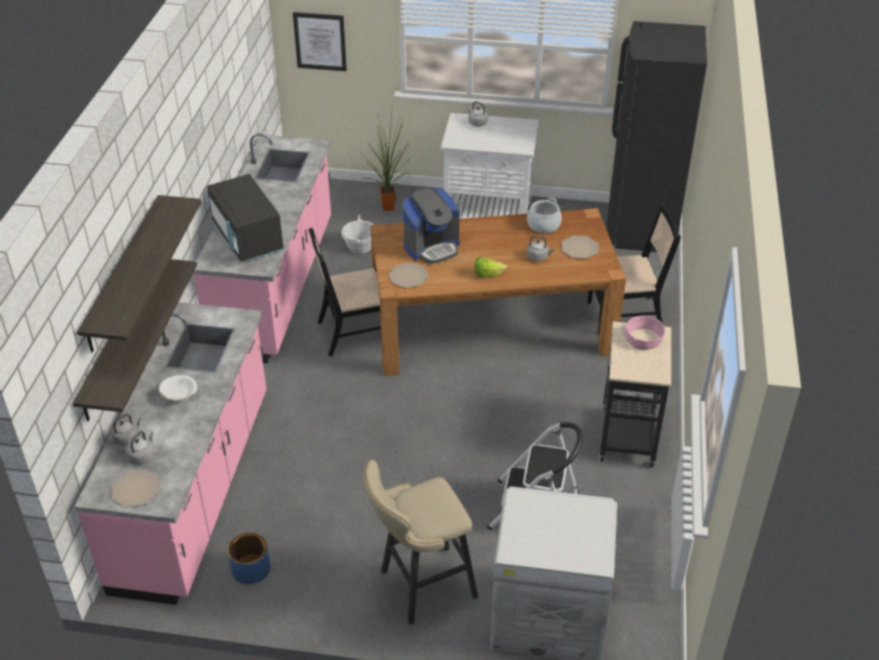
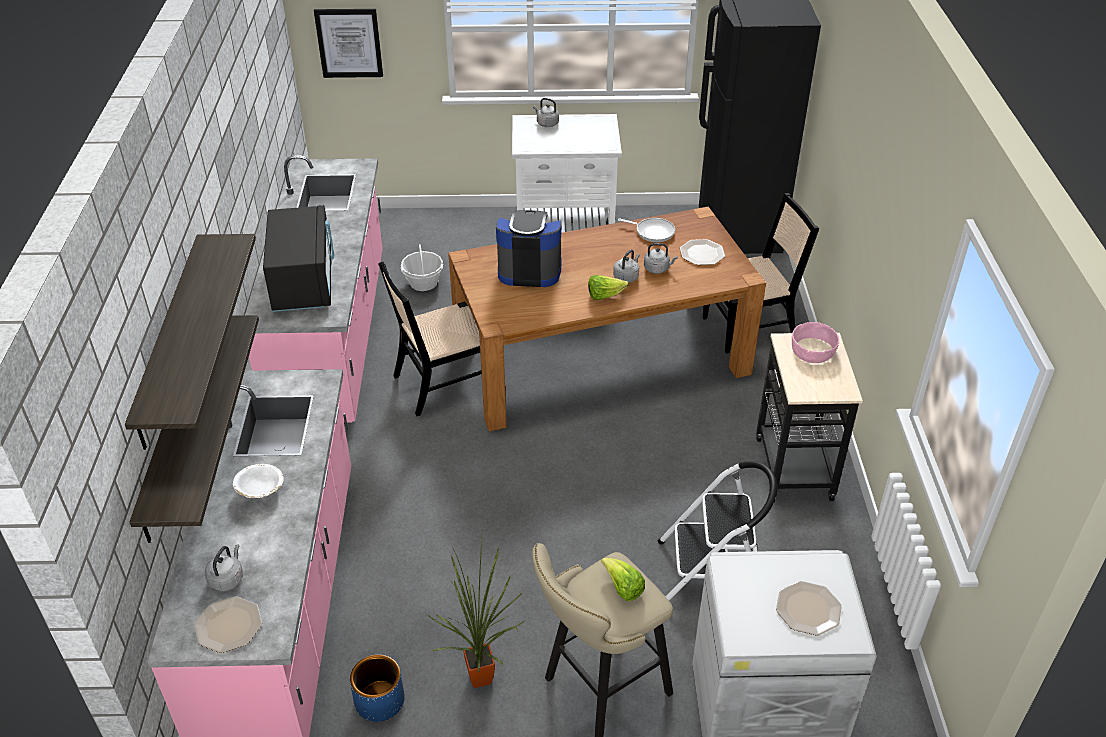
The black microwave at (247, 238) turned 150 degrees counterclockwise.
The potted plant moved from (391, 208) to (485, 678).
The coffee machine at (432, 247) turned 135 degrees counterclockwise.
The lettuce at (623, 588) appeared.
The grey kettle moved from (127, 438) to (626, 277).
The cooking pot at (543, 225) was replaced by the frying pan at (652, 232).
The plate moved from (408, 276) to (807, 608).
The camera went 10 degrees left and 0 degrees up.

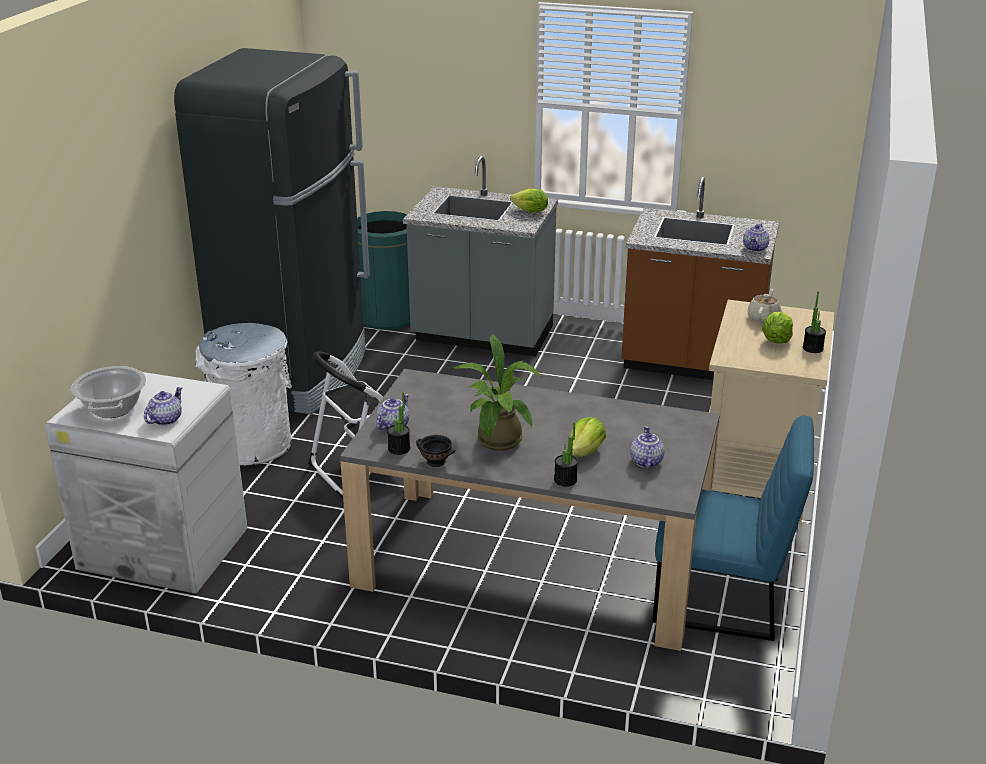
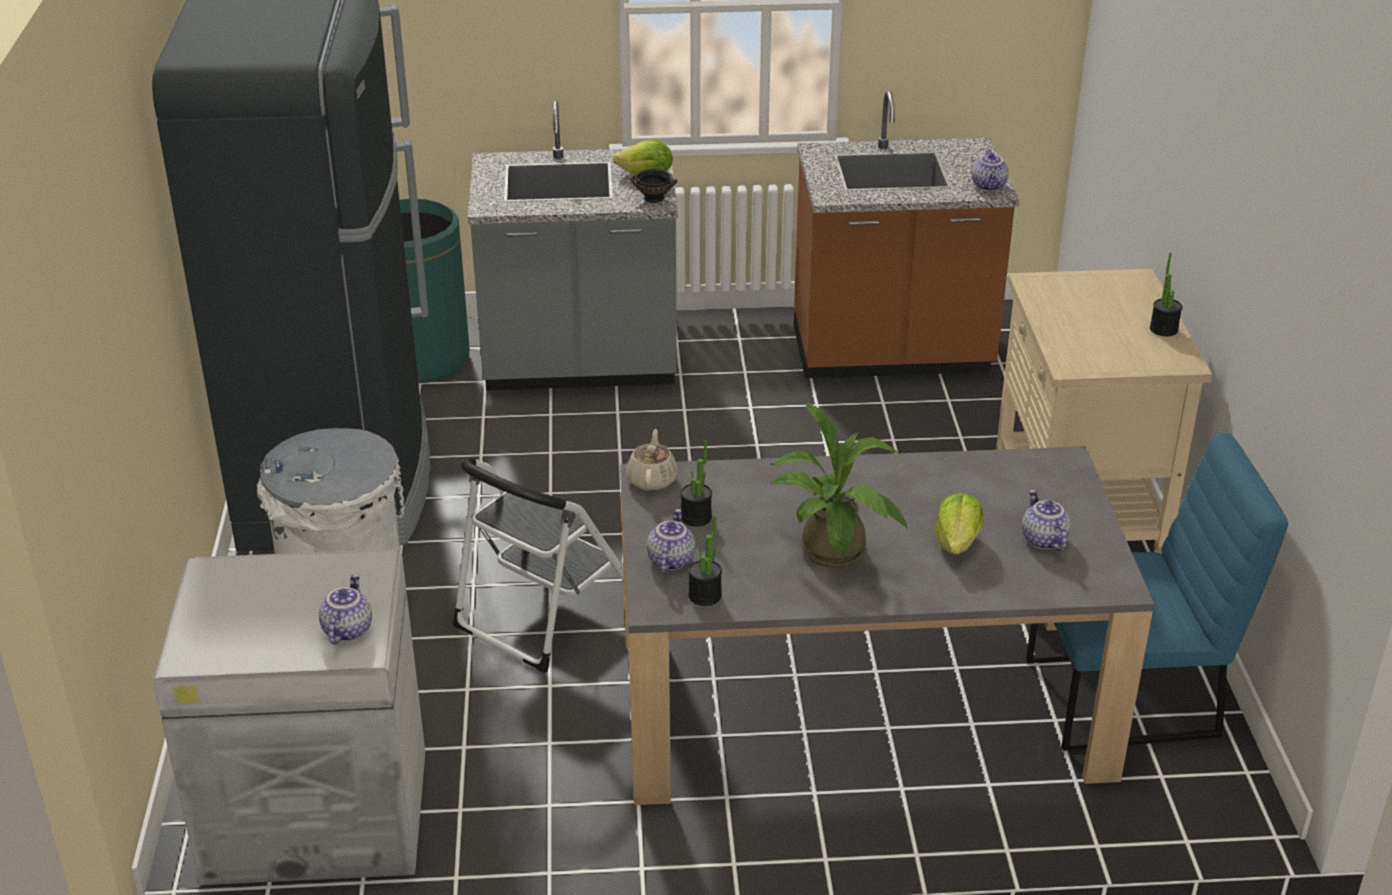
The beige teapot moved from (763, 318) to (652, 479).
The black bowl moved from (436, 462) to (654, 198).
The potted plant moved from (565, 480) to (696, 517).
The cooking pot at (112, 408) disappeared.
The lettuce at (776, 340) disappeared.
The camera went 20 degrees left and 5 degrees up.

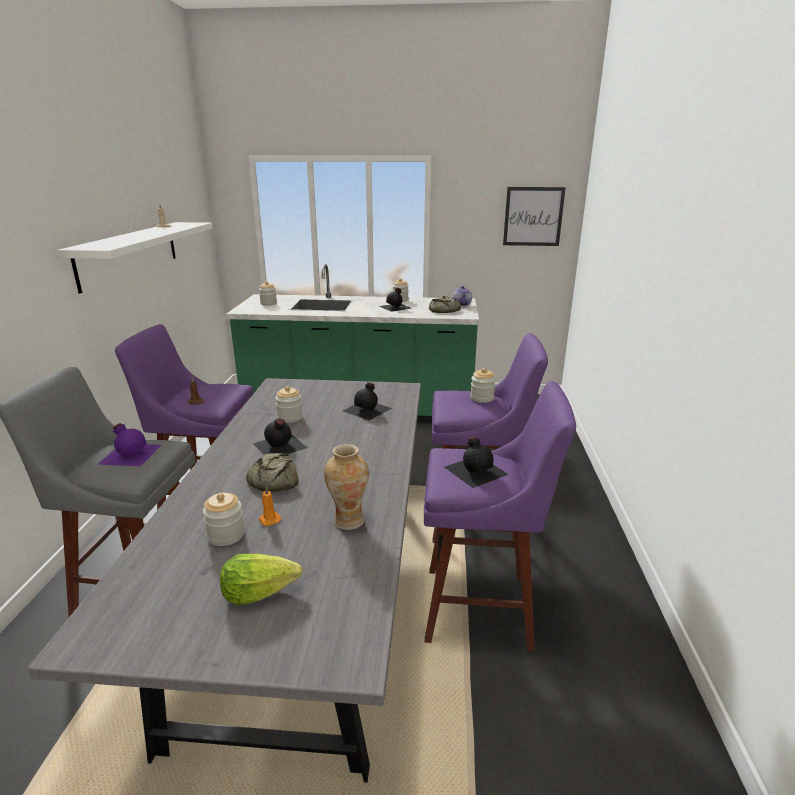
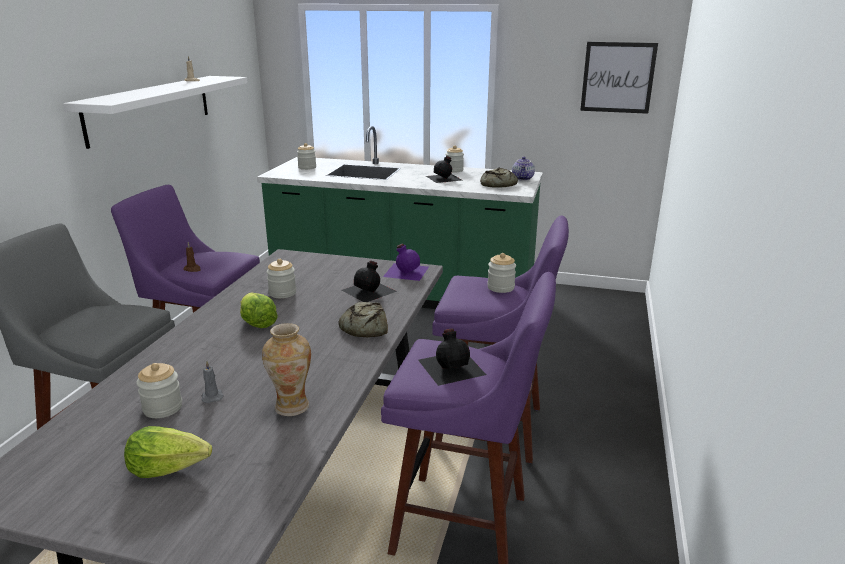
The orange candle at (269, 519) became the grey candle at (212, 396).
The black bottle at (279, 446) was replaced by the lettuce at (257, 322).
The bread moved from (273, 480) to (364, 327).
The purple bottle moved from (130, 453) to (405, 271).
The camera went 10 degrees right and 0 degrees up.

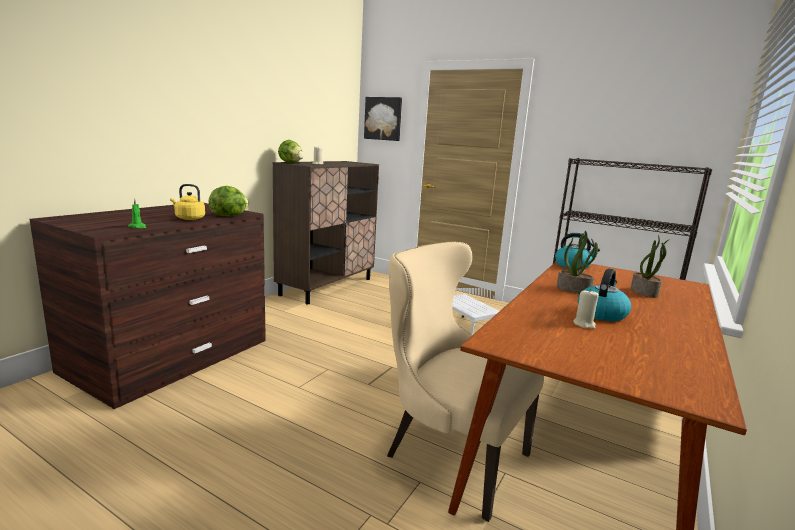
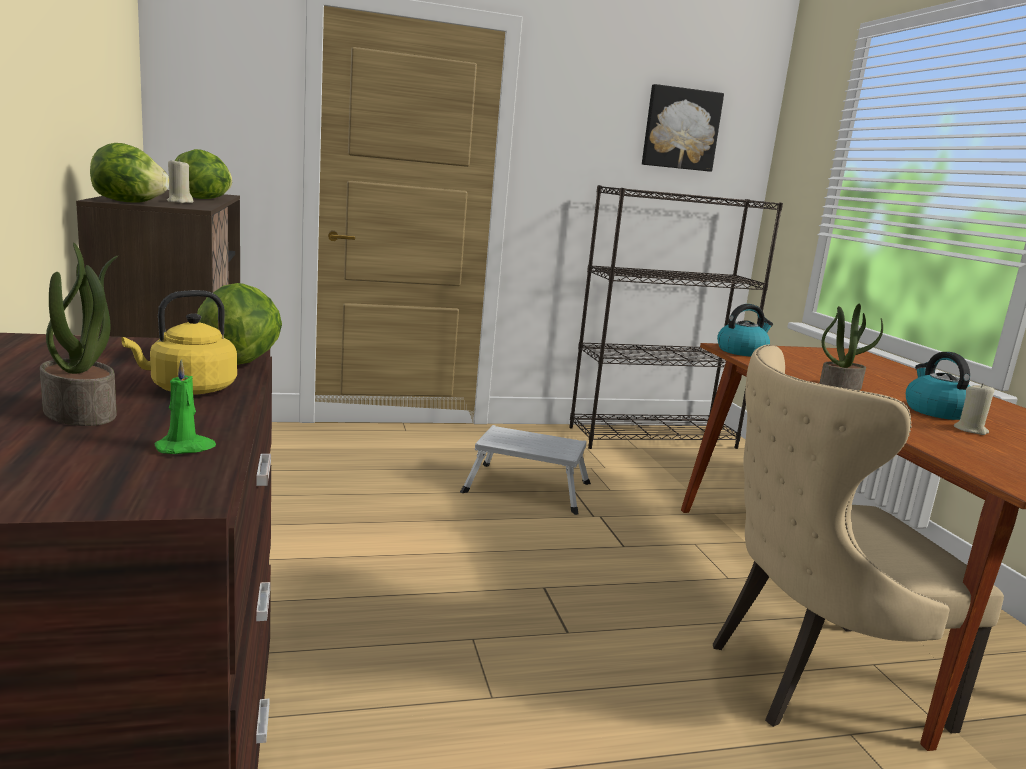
The potted plant moved from (644, 292) to (82, 413).
The lettuce at (204, 199) appeared.
The picture moved from (383, 118) to (680, 129).
The camera went 45 degrees left and 0 degrees up.

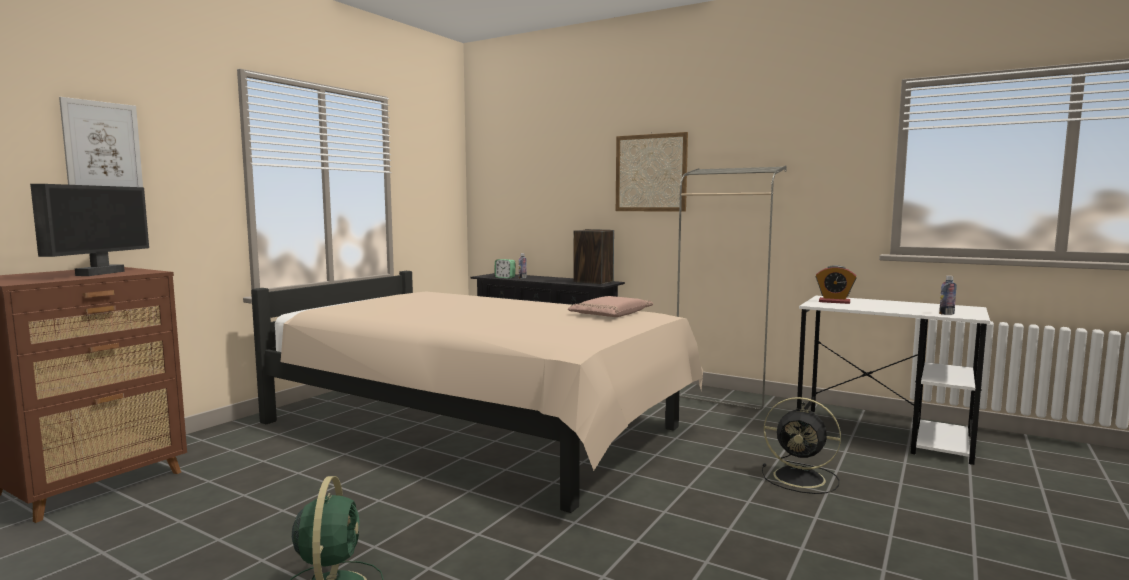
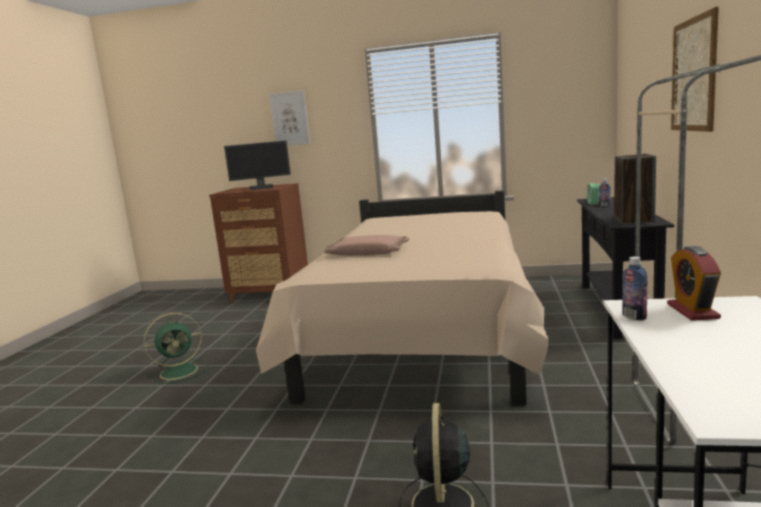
The beige pillow moved from (612, 313) to (368, 251).
The bottle moved from (946, 314) to (634, 317).
The camera went 70 degrees right and 5 degrees up.

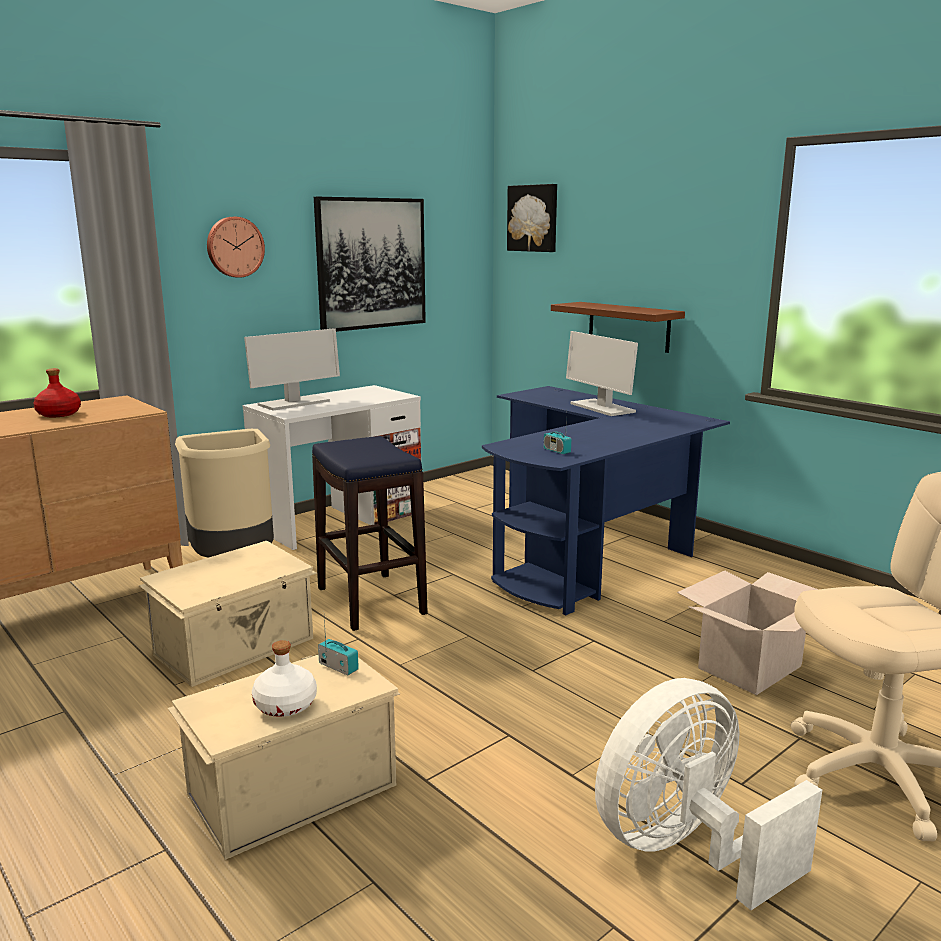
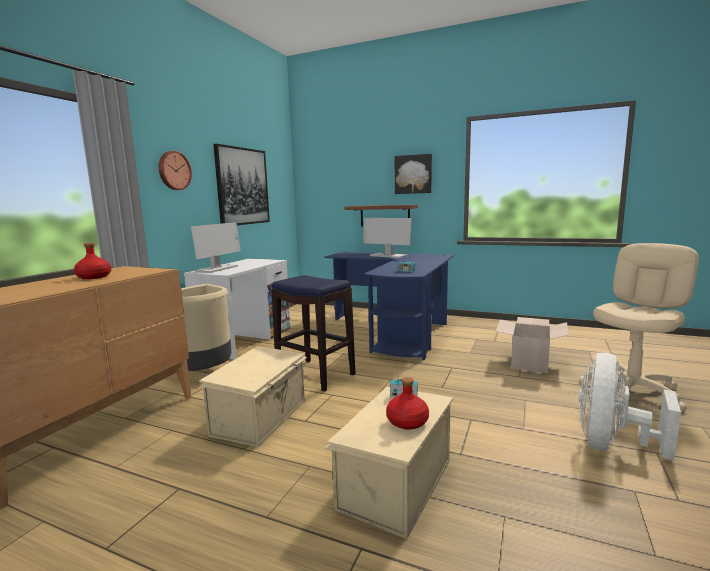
The white bottle at (285, 705) became the red bottle at (407, 422).
The picture moved from (533, 218) to (413, 174).
The camera went 25 degrees left and 5 degrees down.

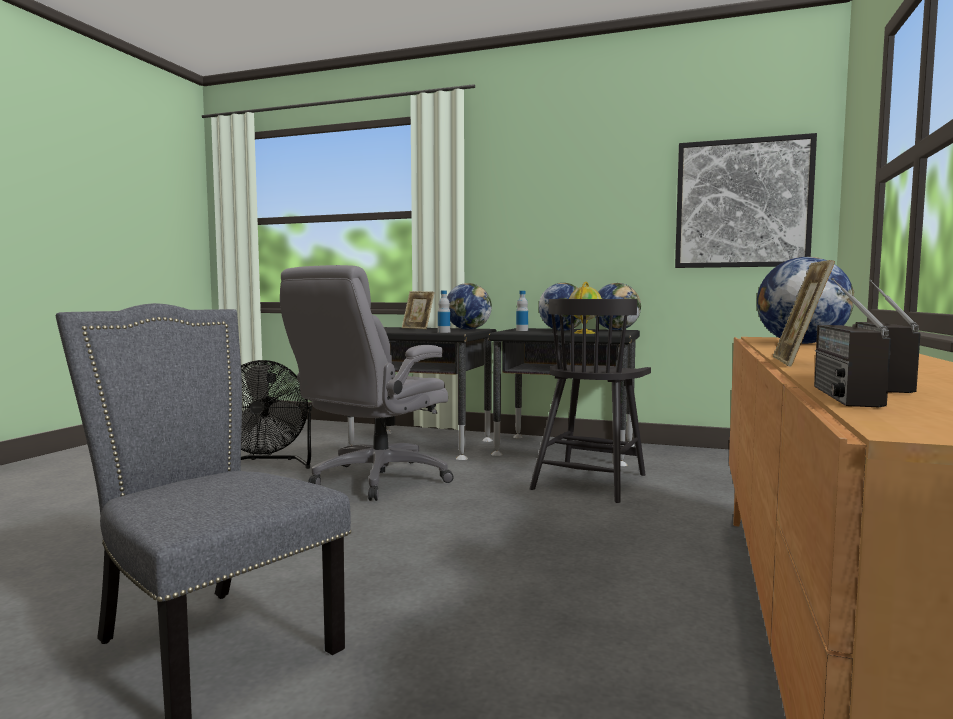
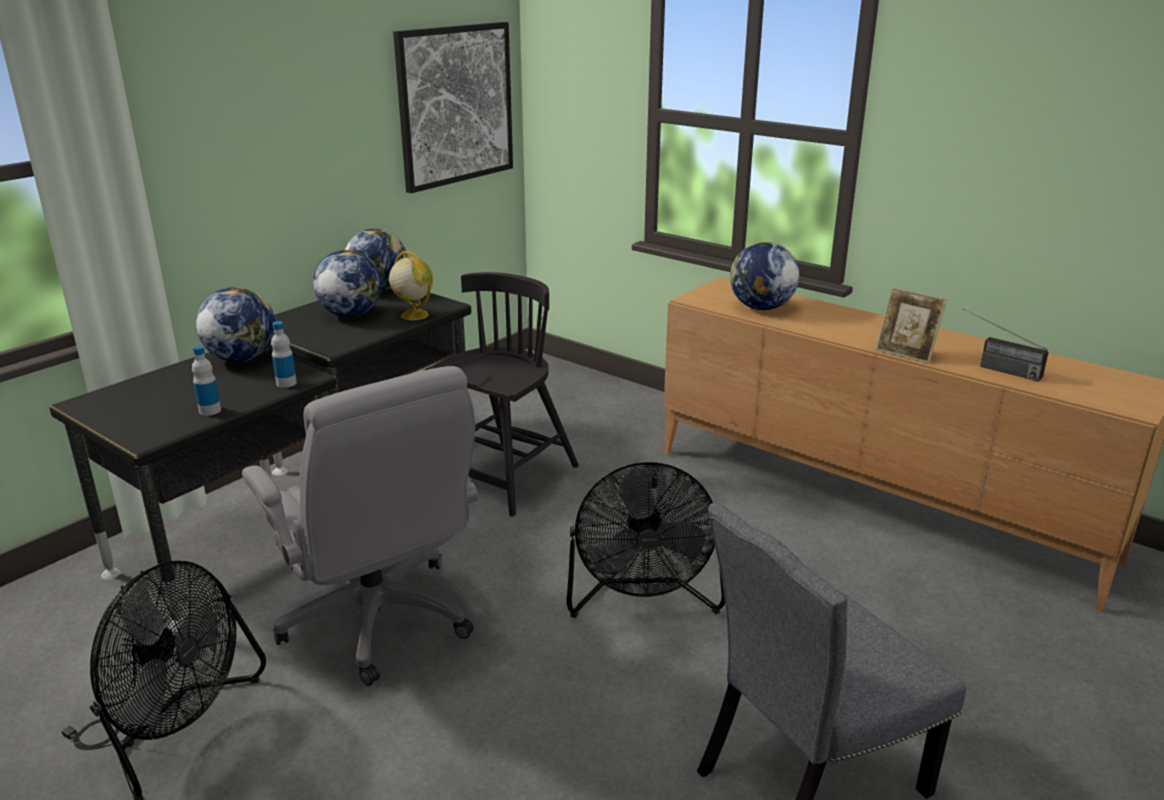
The bottle moved from (522, 330) to (210, 411).
The black chair at (590, 480) turned 105 degrees counterclockwise.
The black fan at (637, 596) appeared.
The picture frame at (418, 328) disappeared.
The radio at (832, 390) disappeared.
The camera went 70 degrees left and 20 degrees up.

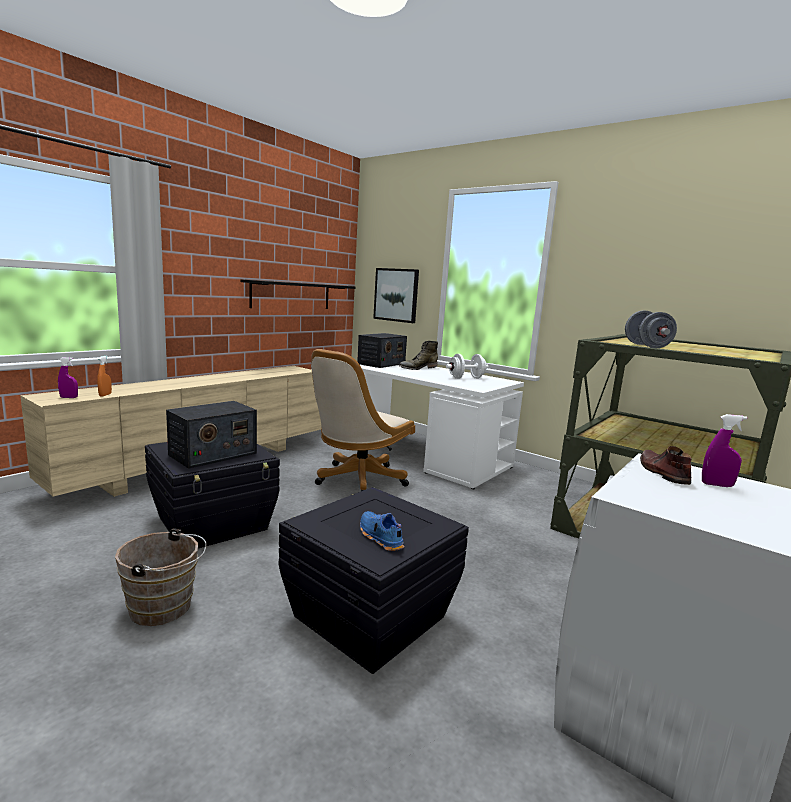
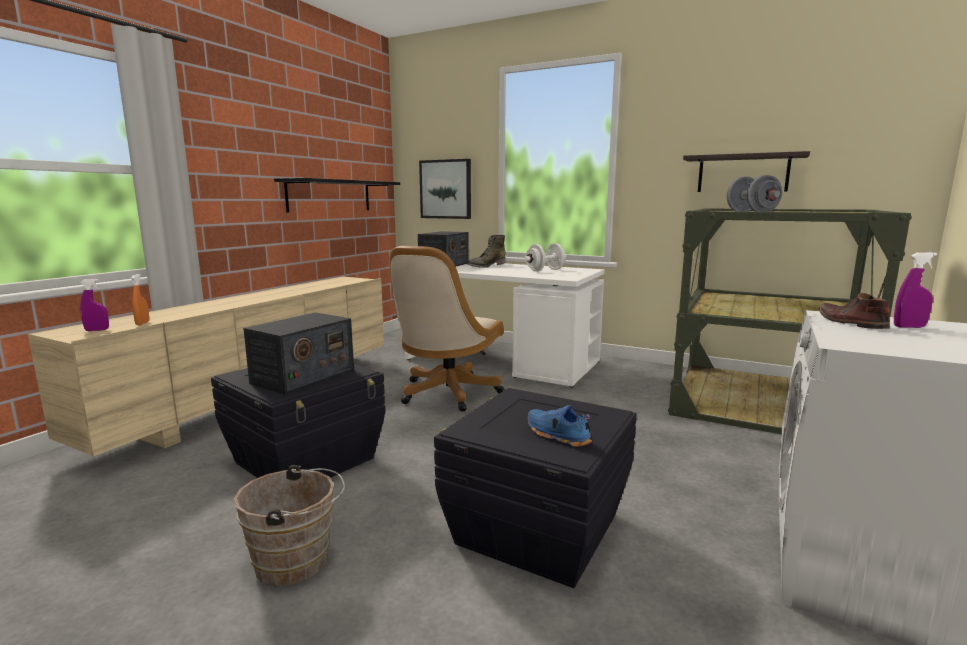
The shelf at (742, 173) appeared.
The camera went 10 degrees left and 0 degrees up.

